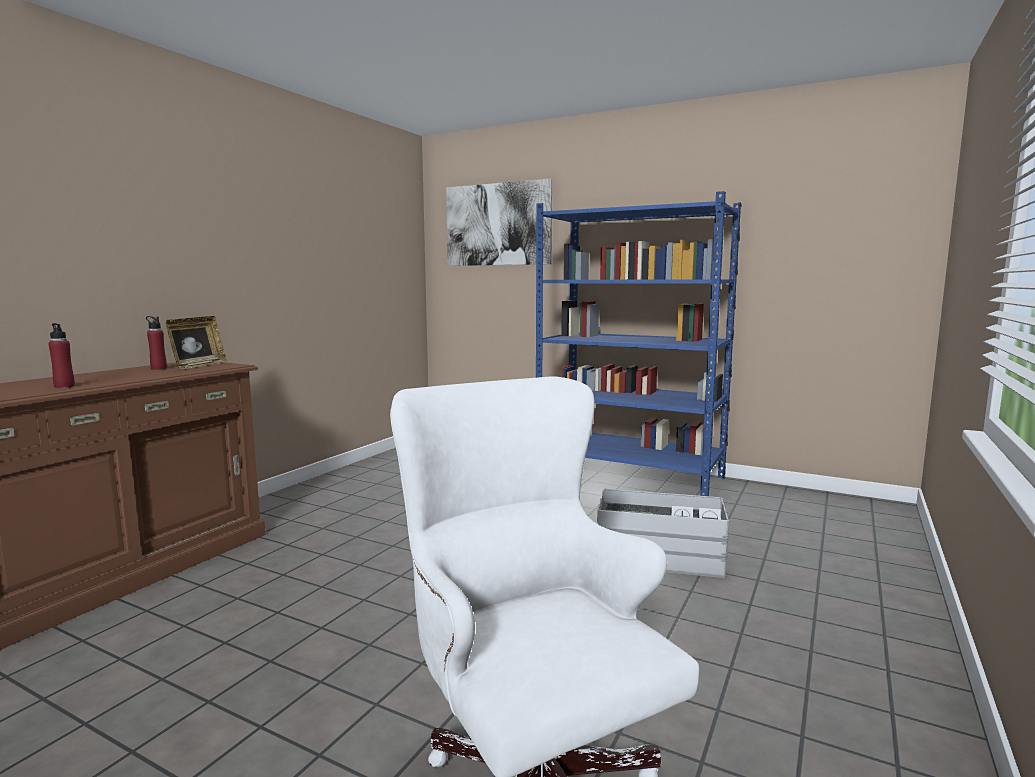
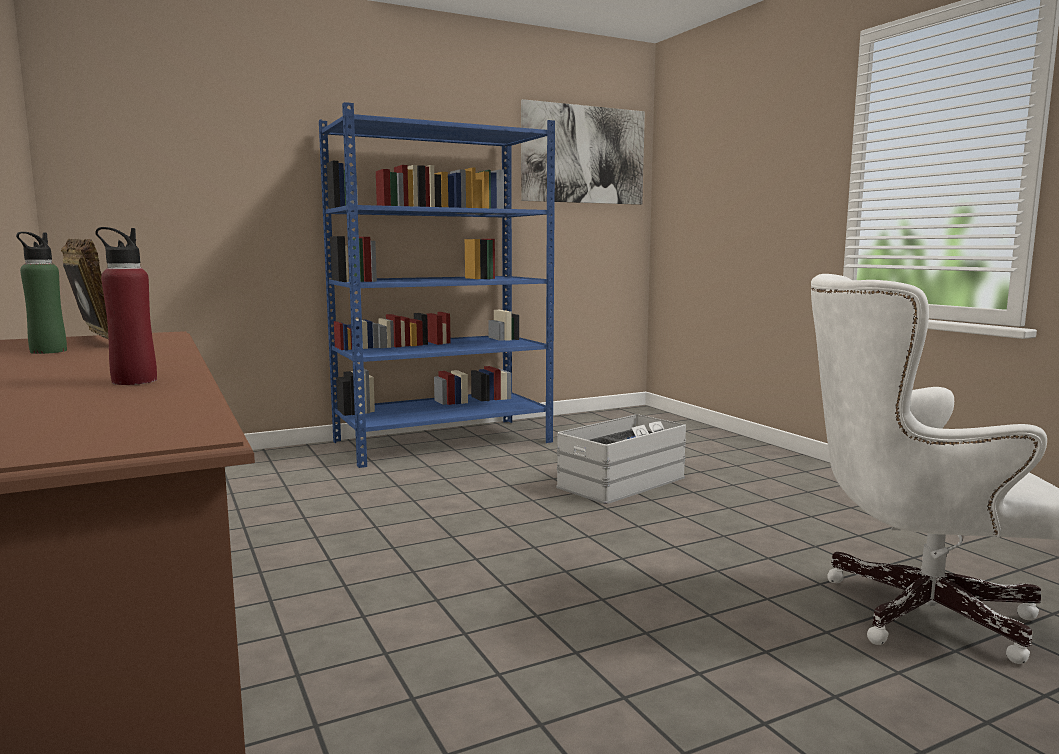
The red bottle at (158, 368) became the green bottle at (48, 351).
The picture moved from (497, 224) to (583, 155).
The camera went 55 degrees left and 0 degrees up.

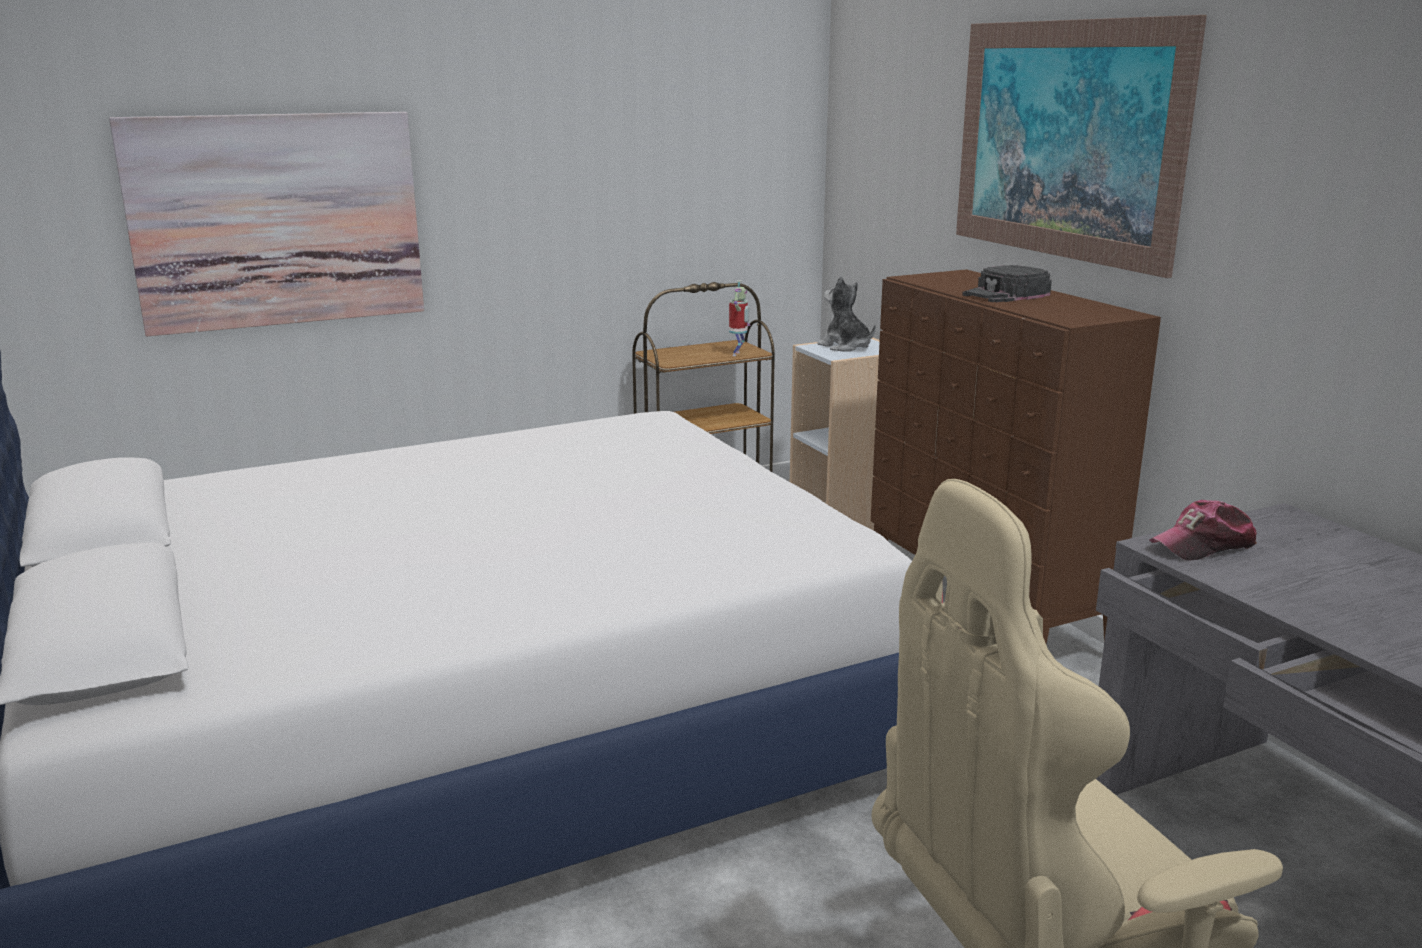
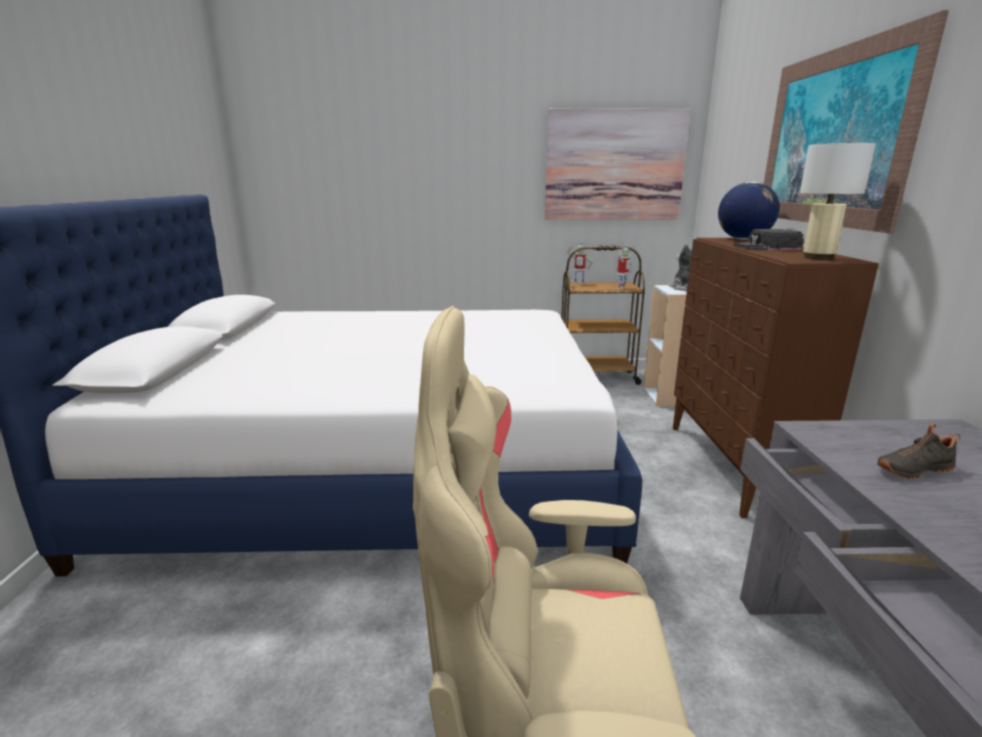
The picture moved from (277, 221) to (614, 166).
The toy robot at (578, 284) appeared.
The globe at (743, 239) appeared.
The white table lamp at (818, 257) appeared.
The black shoe at (912, 468) appeared.
The cap at (1203, 545) disappeared.
The camera went 25 degrees right and 0 degrees up.

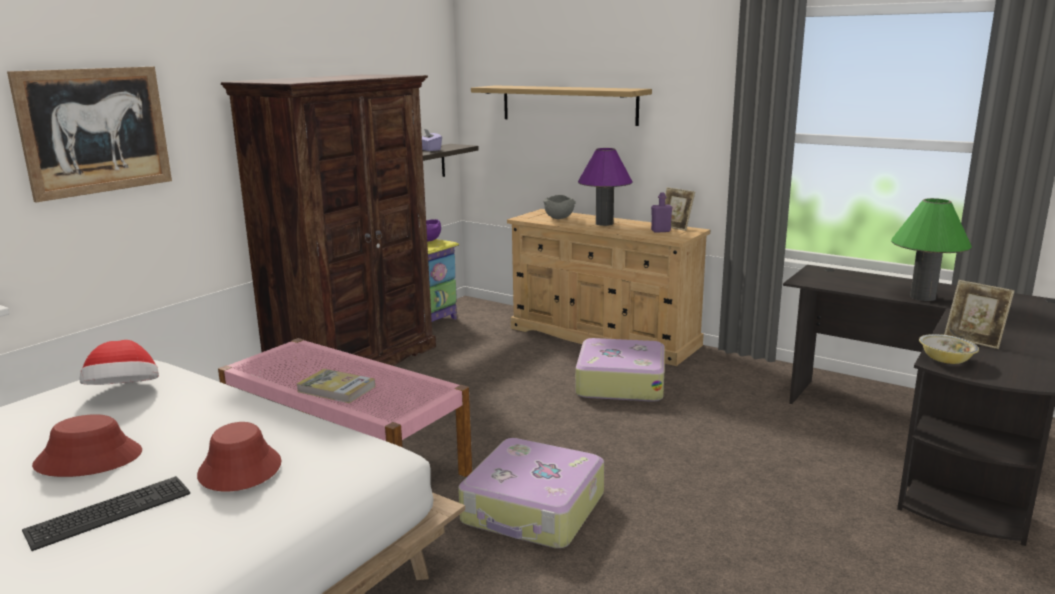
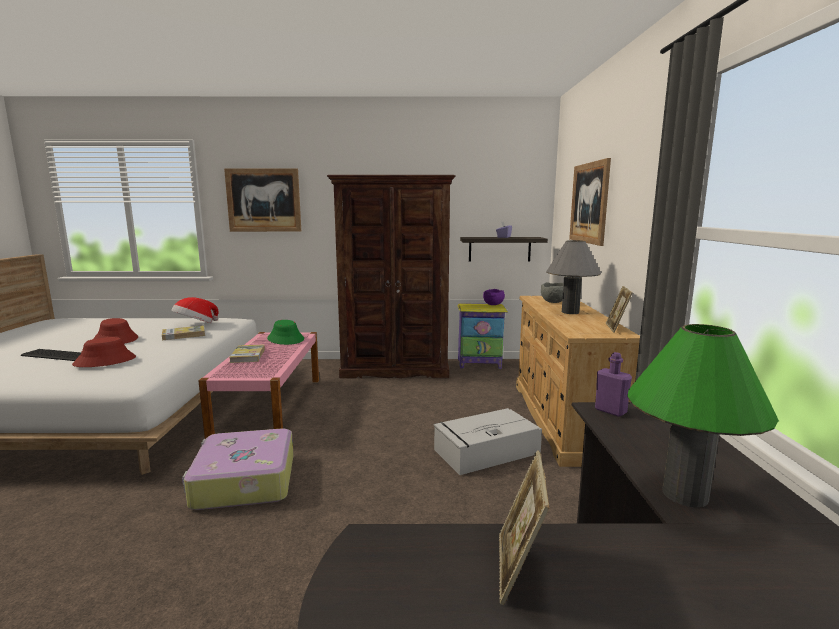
The book at (184, 335) appeared.
The green hat at (286, 339) appeared.
The suitcase at (620, 382) was replaced by the grey storage box at (485, 452).
The purple table lamp at (604, 223) became the grey table lamp at (570, 312).
The shelf at (568, 104) was replaced by the picture at (589, 203).
The purple bottle moved from (660, 231) to (610, 411).
The bowl at (945, 360) disappeared.
The camera went 55 degrees right and 5 degrees down.

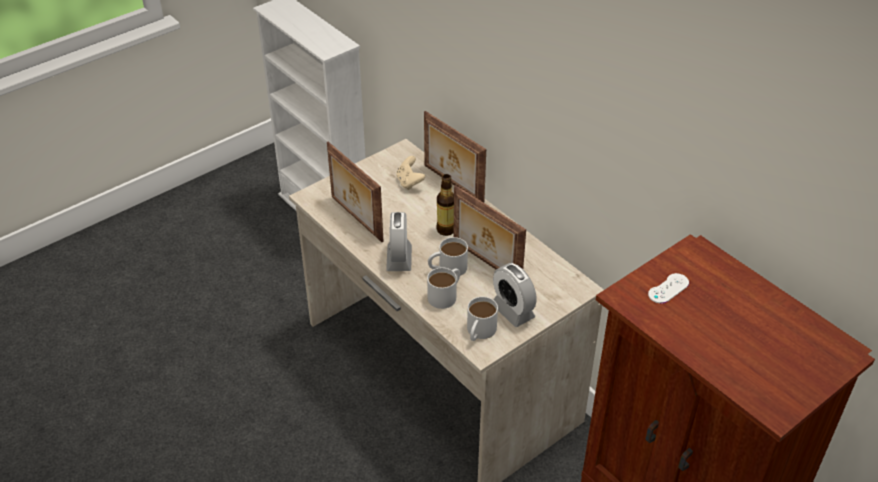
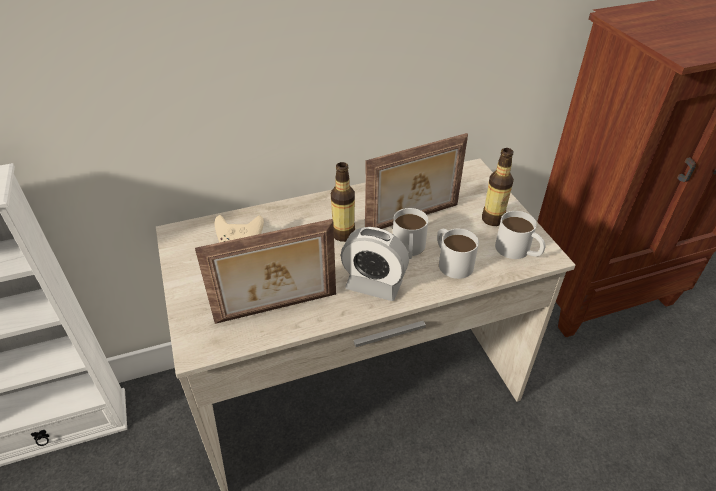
The alarm clock at (512, 311) was replaced by the bottle at (493, 219).
The picture frame at (452, 185) disappeared.
The white game controller at (668, 288) disappeared.
The camera went 70 degrees left and 0 degrees up.

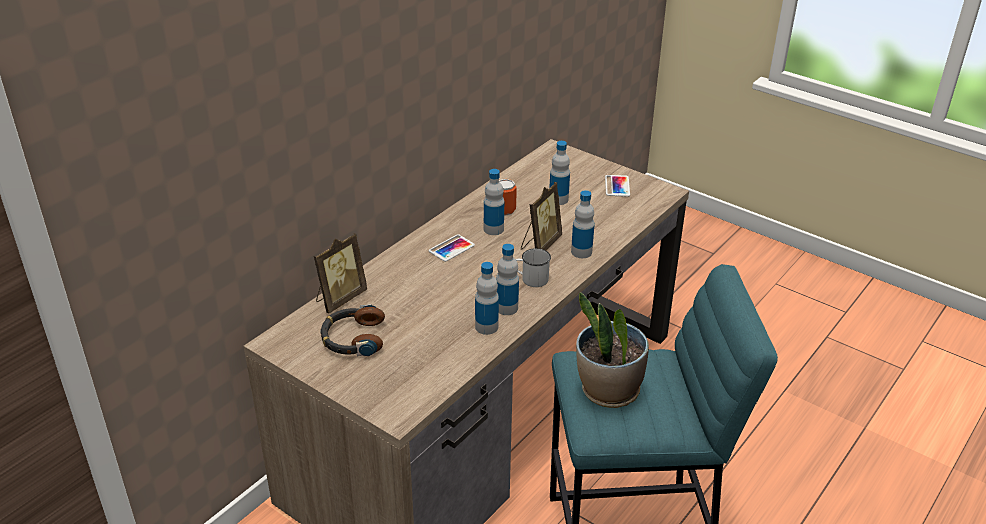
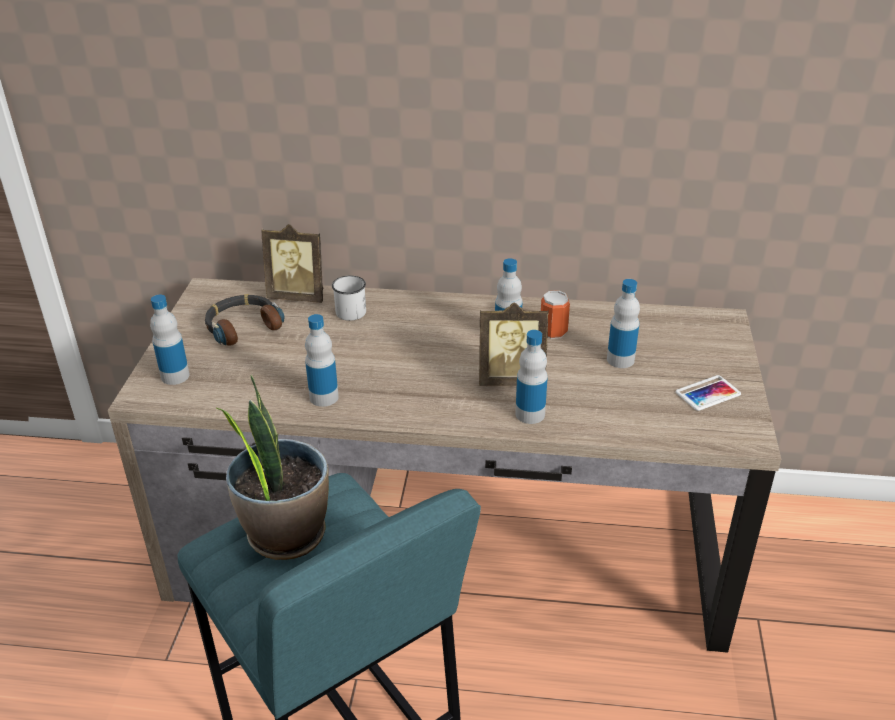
The bottle moved from (506, 308) to (175, 376).
The white mug moved from (530, 279) to (349, 309).
The phone at (451, 248) disappeared.
The camera went 60 degrees right and 0 degrees up.

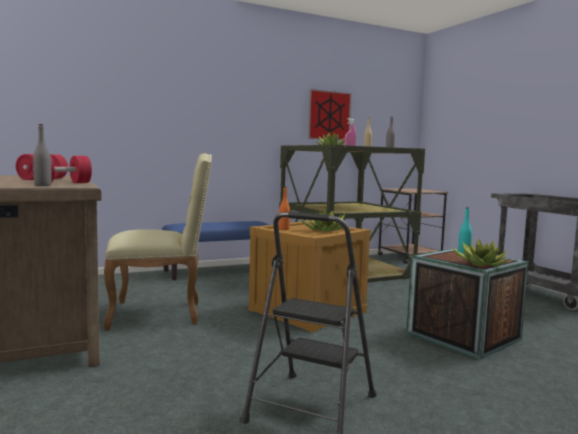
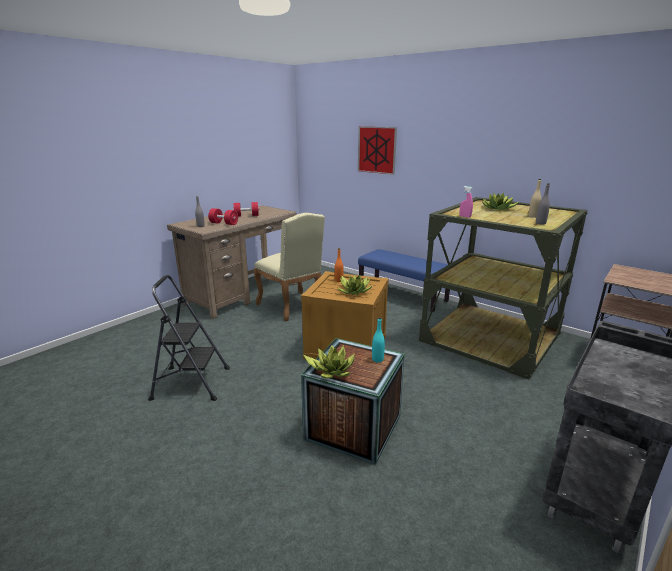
The picture moved from (329, 115) to (377, 150).
The camera went 65 degrees right and 15 degrees up.

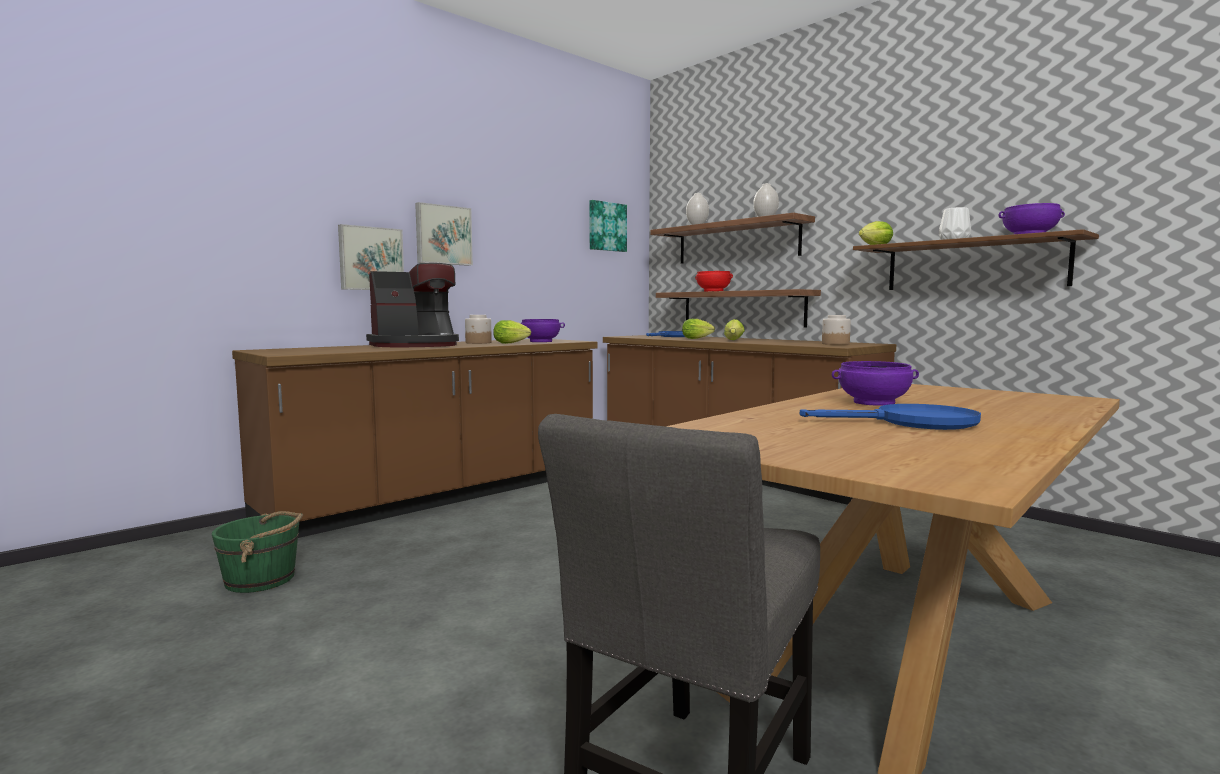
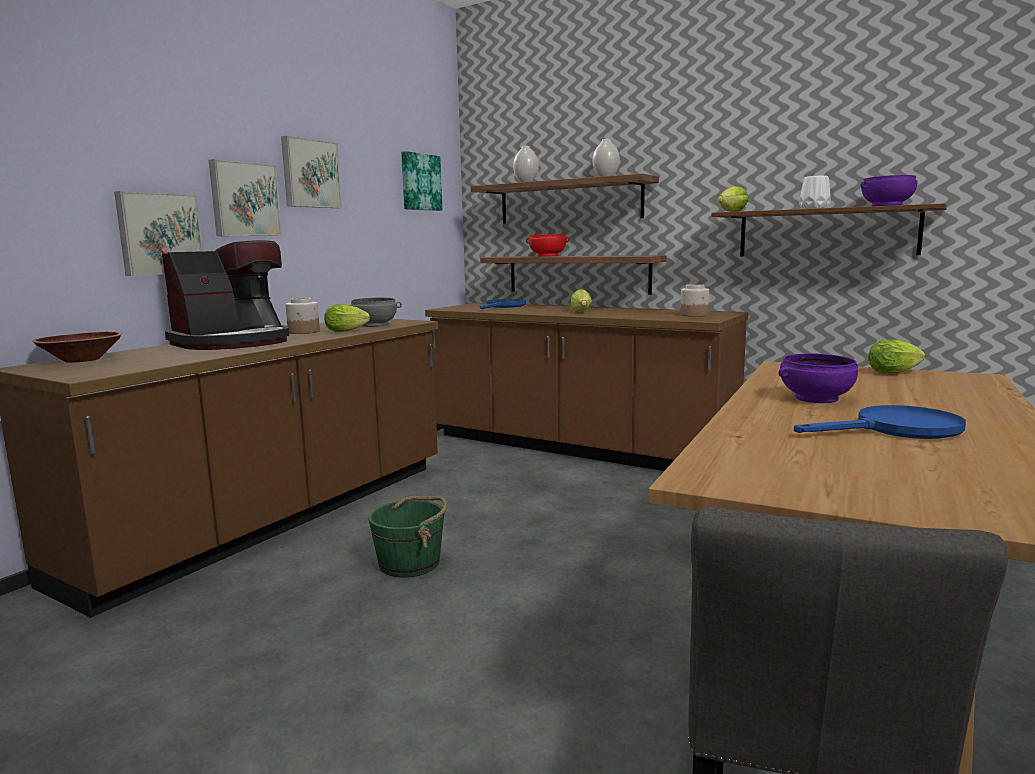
The brown bowl at (82, 360) appeared.
The picture at (310, 174) appeared.
The purple bowl at (540, 341) became the grey bowl at (374, 325).
The green bucket moved from (262, 579) to (411, 563).
The lettuce moved from (698, 338) to (895, 372).
The camera went 15 degrees left and 5 degrees up.

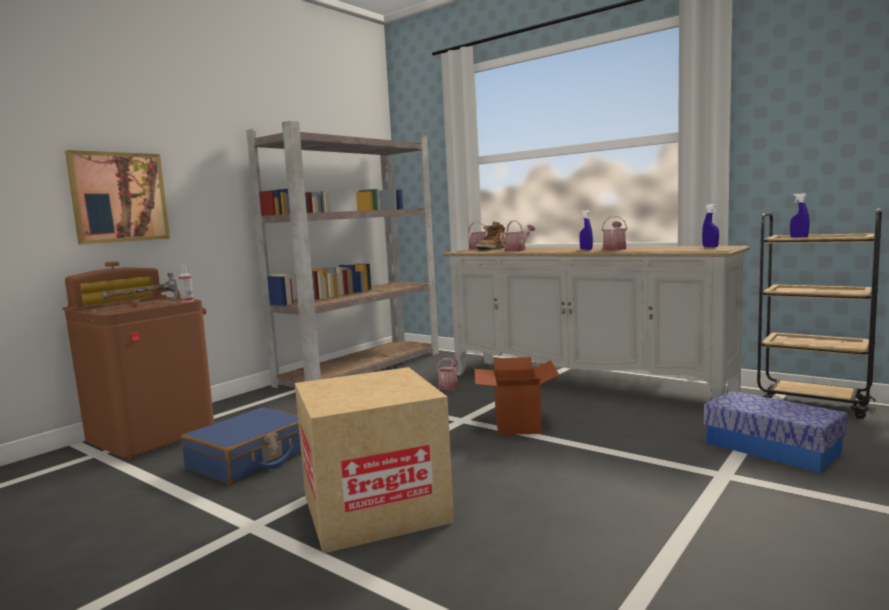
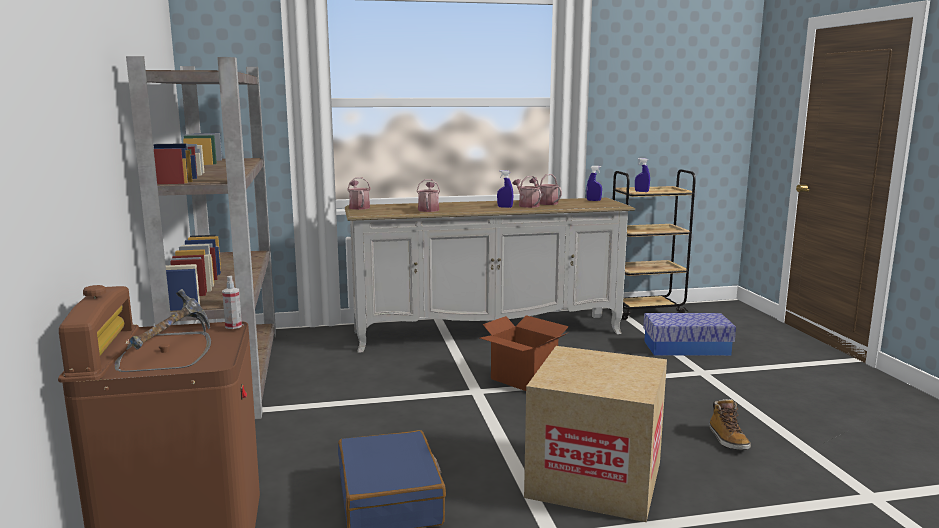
The watering can moved from (449, 386) to (545, 203).
The boot moved from (491, 249) to (727, 440).
The picture at (119, 197) disappeared.
The camera went 50 degrees left and 5 degrees up.

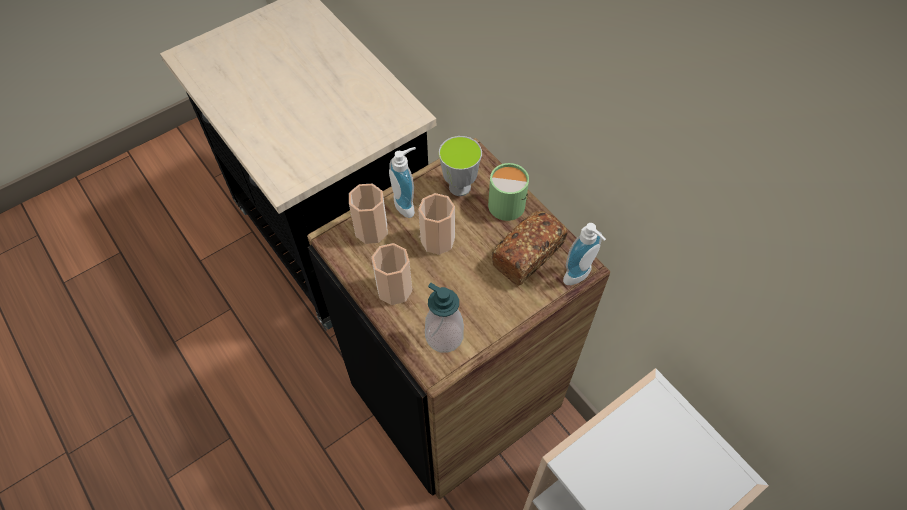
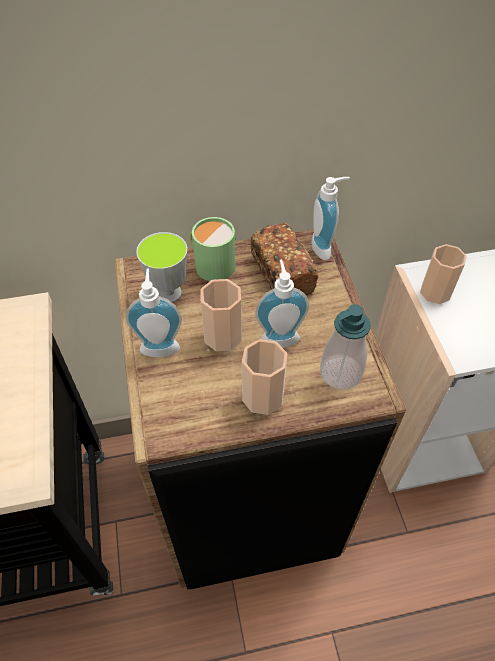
The soap dispenser at (279, 336) appeared.
The cup moved from (371, 230) to (435, 292).
The camera went 65 degrees left and 5 degrees down.

